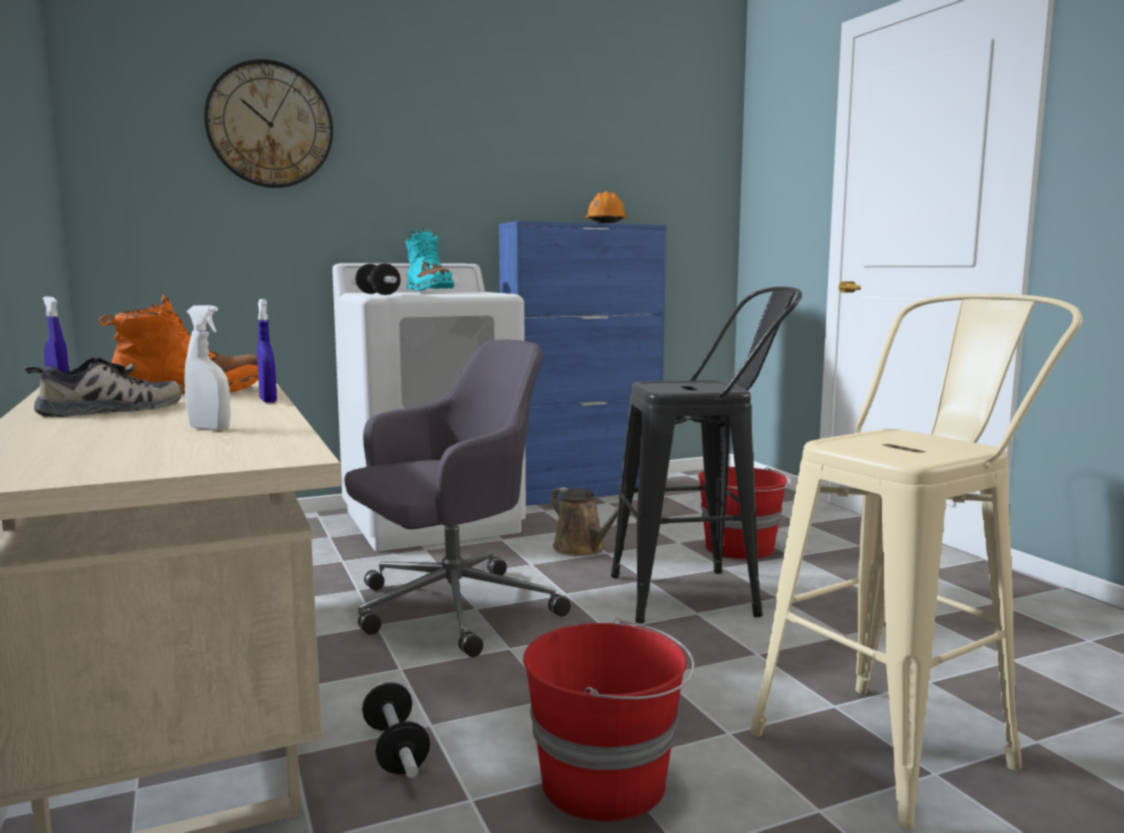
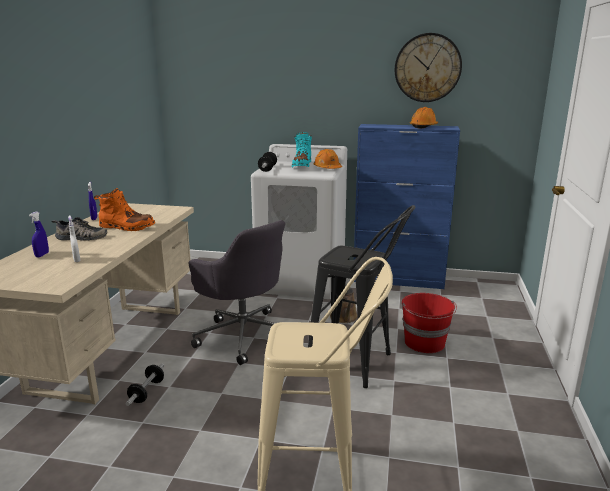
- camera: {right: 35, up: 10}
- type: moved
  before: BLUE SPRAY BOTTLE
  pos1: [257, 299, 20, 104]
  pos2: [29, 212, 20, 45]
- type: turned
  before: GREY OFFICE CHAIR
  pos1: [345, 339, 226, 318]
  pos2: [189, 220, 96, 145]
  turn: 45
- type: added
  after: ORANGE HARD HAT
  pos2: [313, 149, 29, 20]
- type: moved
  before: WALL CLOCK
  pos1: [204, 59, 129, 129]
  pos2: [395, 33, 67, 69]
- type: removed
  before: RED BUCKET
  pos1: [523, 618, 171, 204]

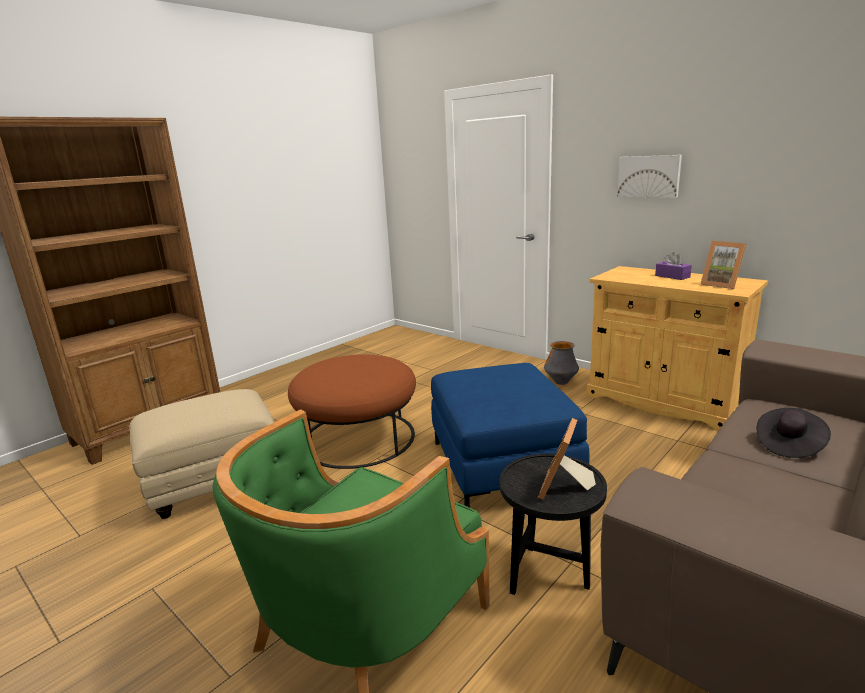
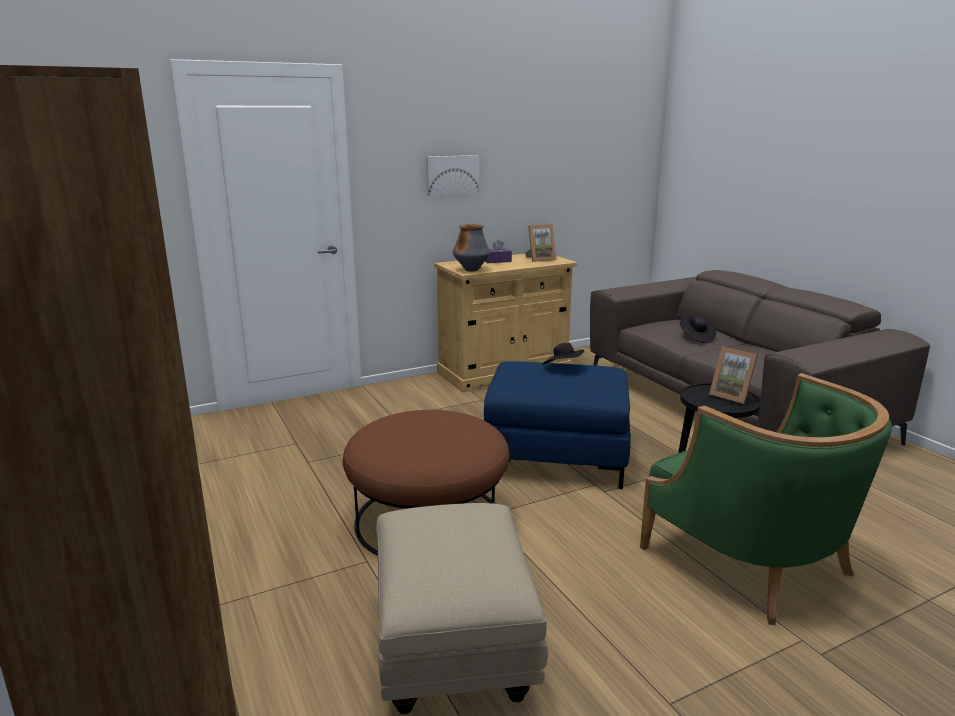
- camera: {right: -70, up: 0}
- type: moved
  before: VASE
  pos1: [544, 341, 35, 44]
  pos2: [453, 224, 37, 48]
- type: added
  after: BLACK HAT
  pos2: [542, 343, 42, 22]

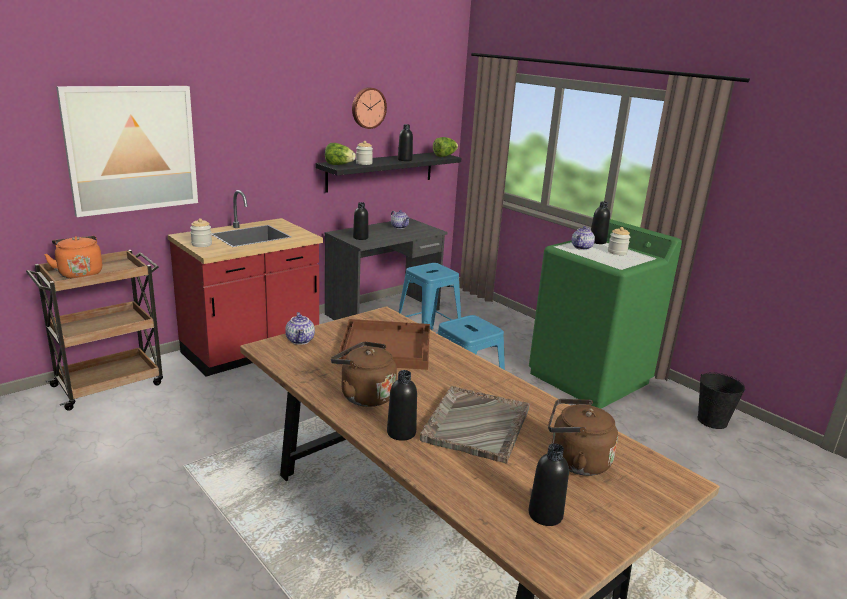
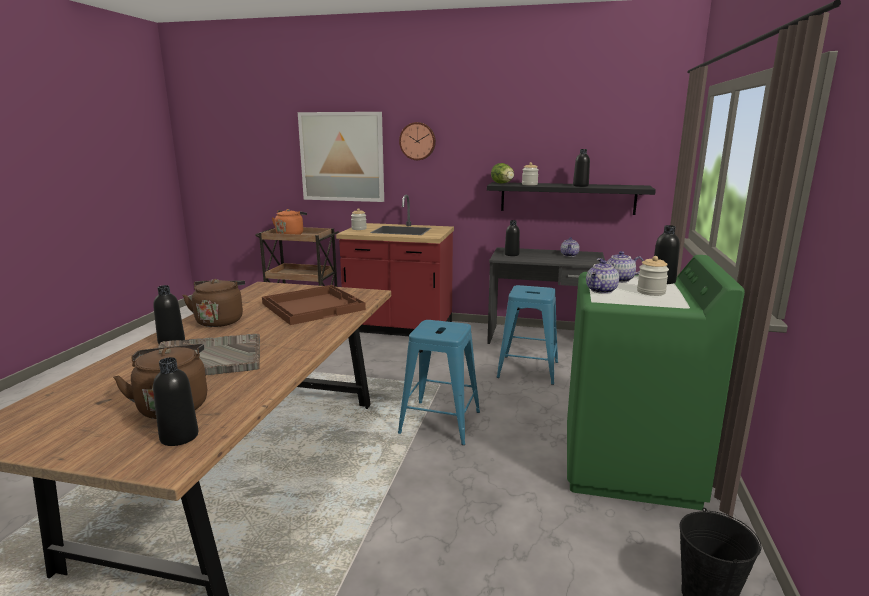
- camera: {right: 55, up: -5}
- type: moved
  before: BLACK BOTTLE
  pos1: [528, 443, 41, 83]
  pos2: [153, 357, 45, 89]
- type: moved
  before: WALL CLOCK
  pos1: [352, 87, 35, 42]
  pos2: [399, 122, 37, 38]
- type: moved
  before: TEAPOT
  pos1: [285, 312, 30, 33]
  pos2: [586, 260, 33, 34]
- type: removed
  before: LETTUCE
  pos1: [433, 137, 25, 20]

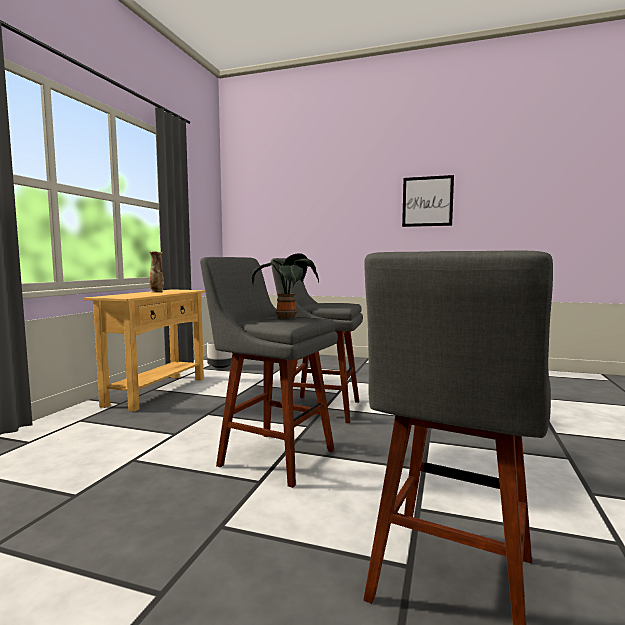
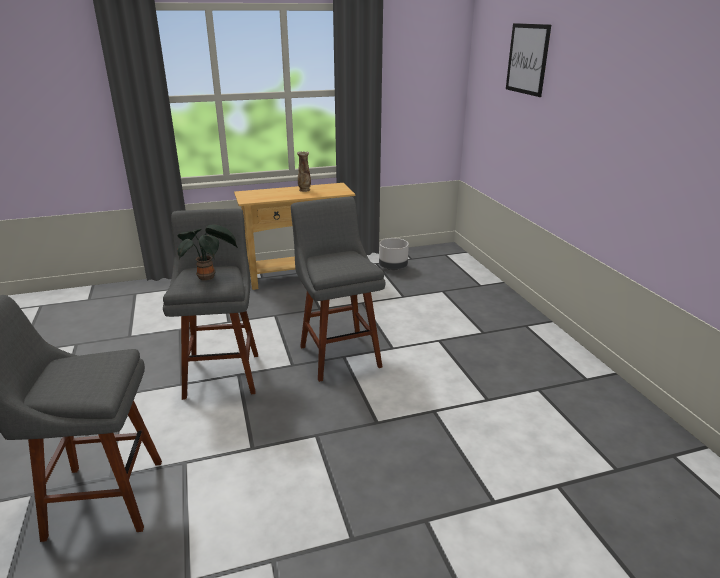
- camera: {right: 55, up: 20}
- type: moved
  before: PICTURE
  pos1: [402, 175, 52, 52]
  pos2: [506, 23, 45, 74]

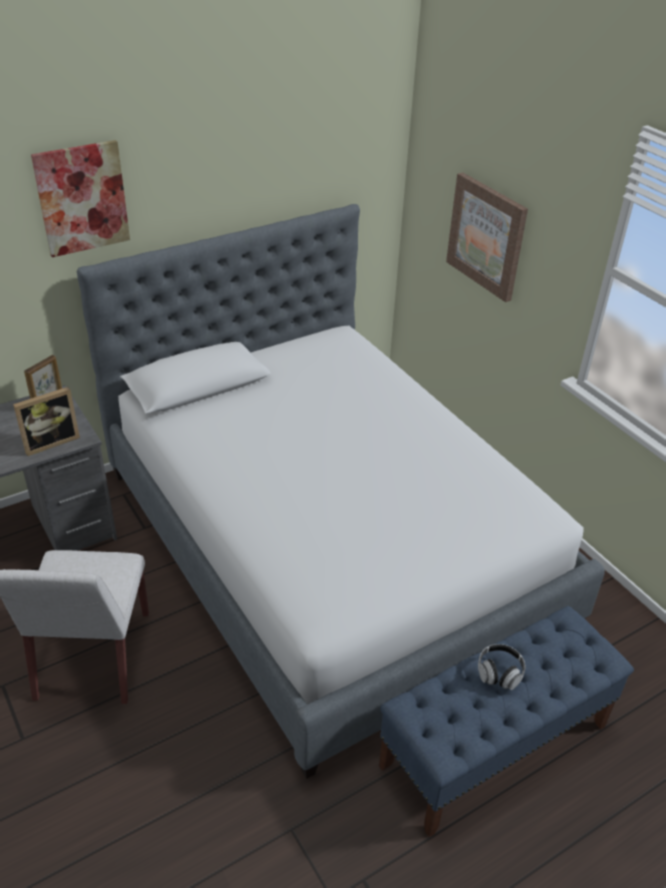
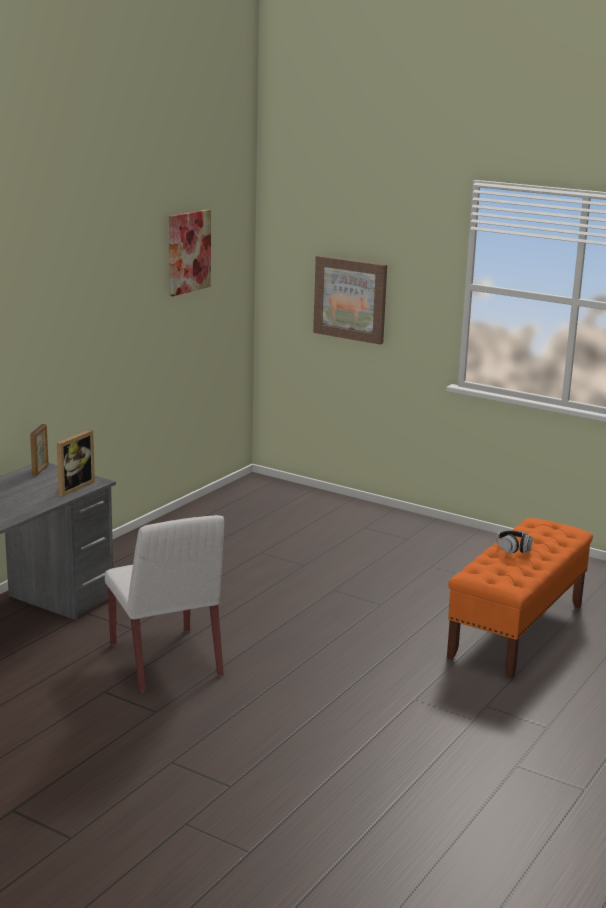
- camera: {right: -25, up: -20}
- type: moved
  before: PICTURE
  pos1: [31, 140, 99, 117]
  pos2: [169, 209, 42, 87]
- type: recoloured
  before: BLUE BENCH
  after: ORANGE BENCH
  pos1: [379, 606, 255, 231]
  pos2: [447, 518, 146, 161]
- type: removed
  before: BED
  pos1: [77, 204, 528, 575]

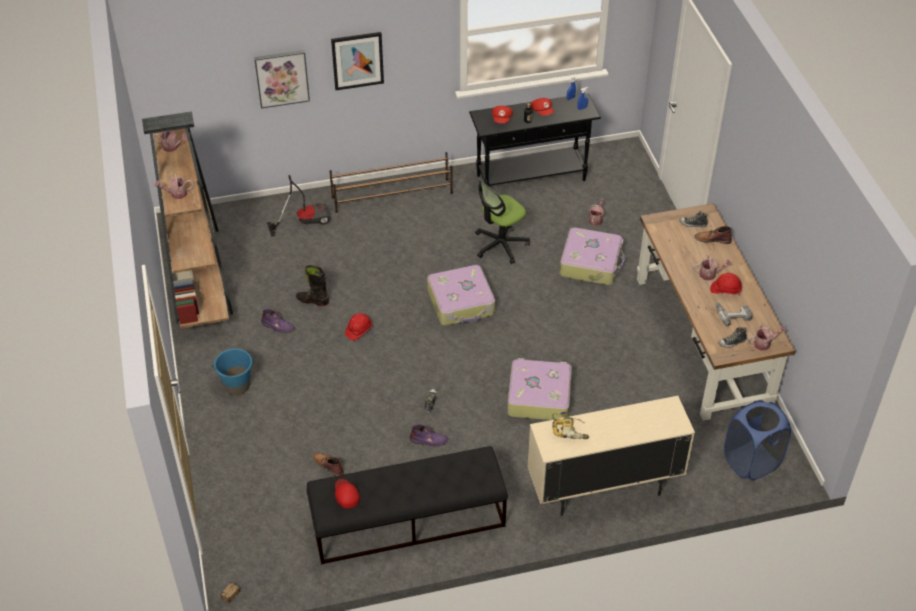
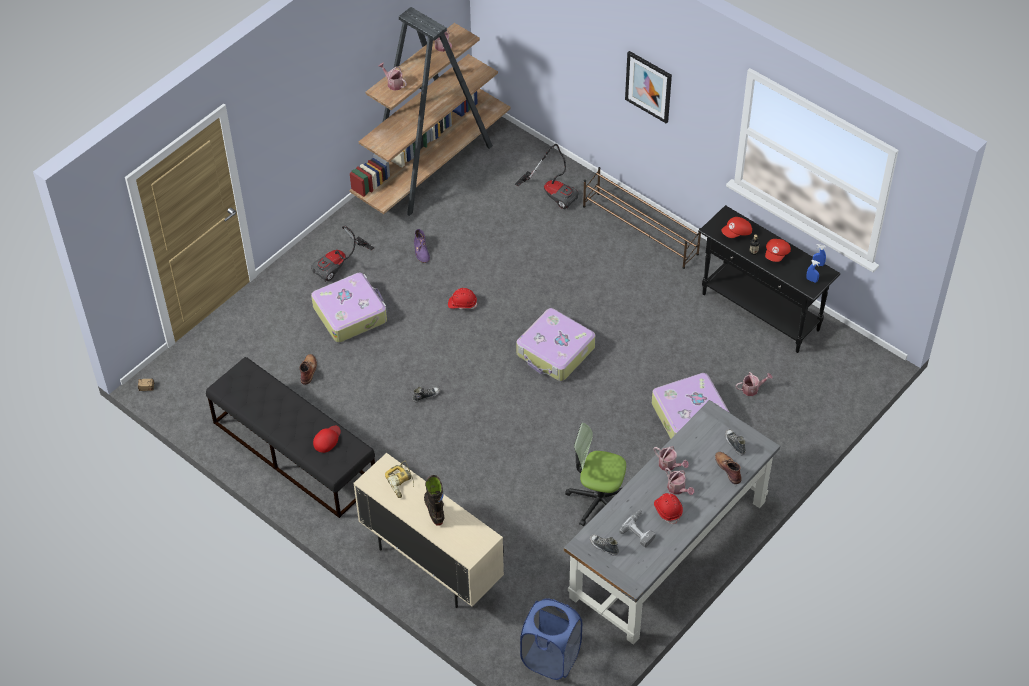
- camera: {right: 55, up: 5}
- type: replaced
  before: BLUE BUCKET
  after: VACUUM CLEANER
  pos1: [212, 349, 43, 46]
  pos2: [311, 226, 63, 56]
- type: moved
  before: SUITCASE
  pos1: [507, 358, 65, 62]
  pos2: [311, 273, 76, 70]
- type: moved
  before: RED CAP
  pos1: [335, 479, 25, 29]
  pos2: [313, 426, 28, 27]
- type: moved
  before: BLACK BOOT
  pos1: [296, 265, 33, 41]
  pos2: [424, 475, 20, 51]
- type: recoloured
  before: BROWN DESK
  after: GREY DESK
  pos1: [637, 203, 158, 218]
  pos2: [564, 400, 216, 245]
- type: moved
  before: OFFICE CHAIR
  pos1: [475, 179, 55, 85]
  pos2: [565, 423, 61, 103]
- type: moved
  before: WATERING CAN
  pos1: [748, 325, 38, 26]
  pos2: [653, 446, 36, 25]
- type: removed
  before: PICTURE
  pos1: [254, 50, 56, 59]
- type: removed
  before: PURPLE BOOT
  pos1: [410, 424, 38, 22]

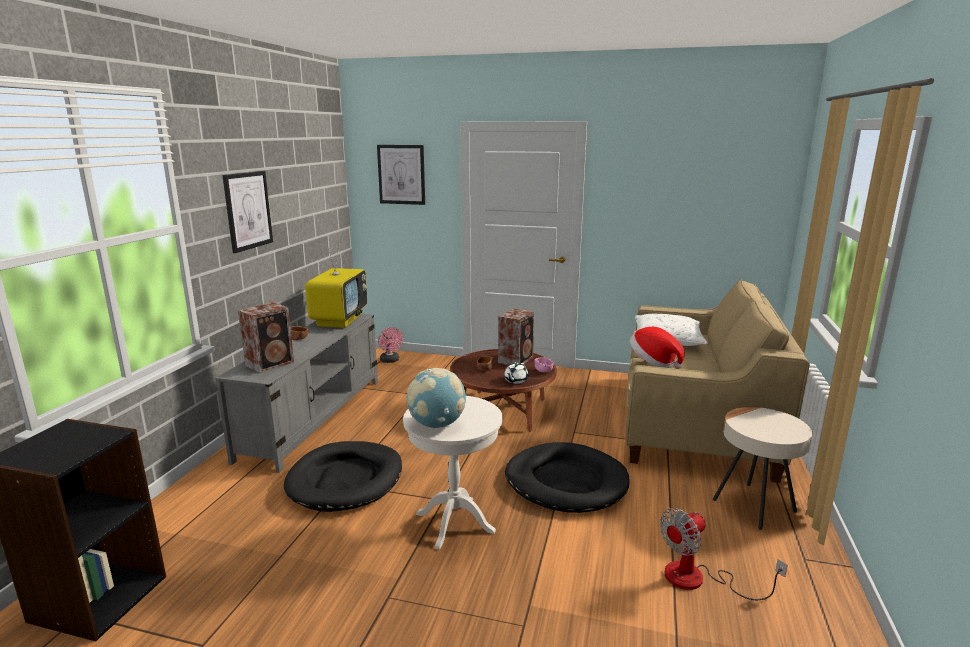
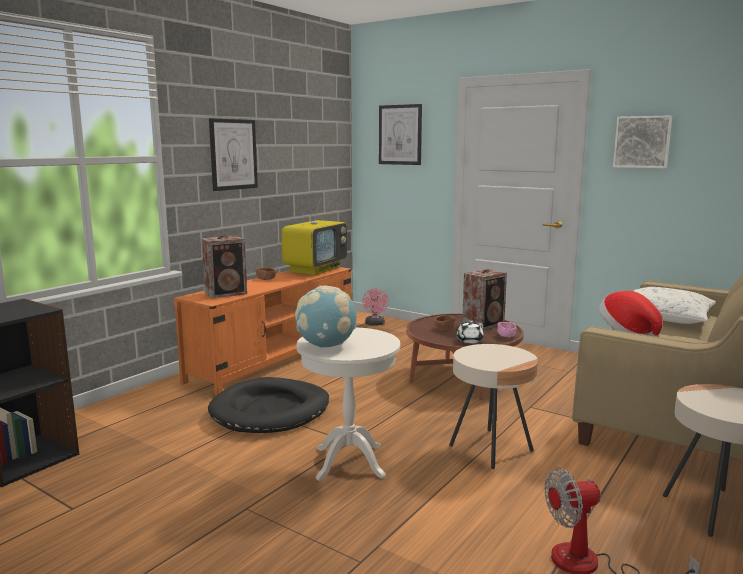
- camera: {right: 20, up: -5}
- type: recoloured
  before: GREY TV STAND
  after: ORANGE TV STAND
  pos1: [215, 314, 163, 159]
  pos2: [174, 267, 177, 129]
- type: replaced
  before: BLACK DOG BED
  after: BEIGE SIDE TABLE
  pos1: [505, 442, 125, 71]
  pos2: [449, 344, 89, 125]
- type: added
  after: PICTURE
  pos2: [613, 116, 59, 52]

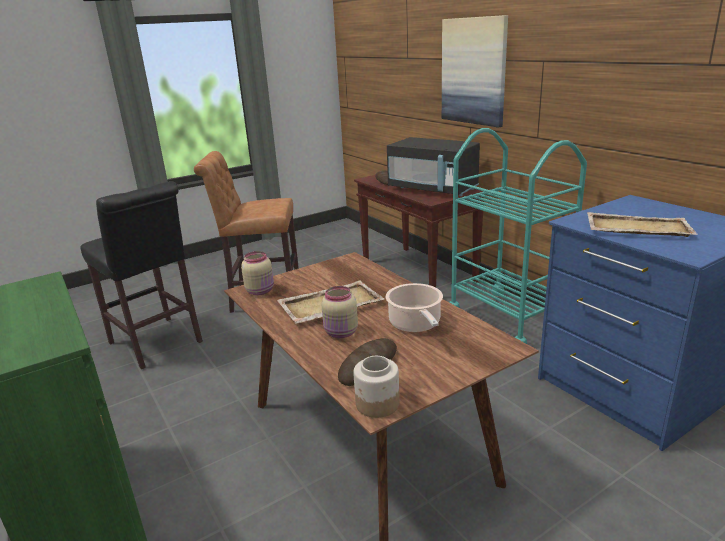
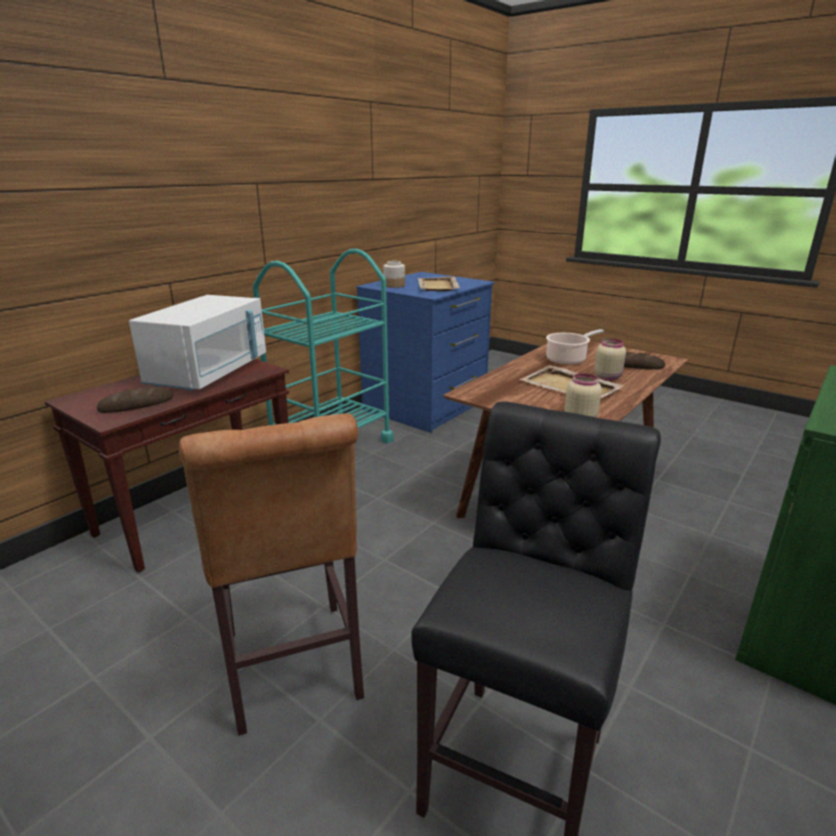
- camera: {right: -110, up: 0}
- type: recoloured
  before: BLACK MICROWAVE
  after: WHITE MICROWAVE
  pos1: [387, 137, 93, 59]
  pos2: [129, 295, 137, 96]
- type: moved
  before: JAR
  pos1: [353, 356, 47, 62]
  pos2: [383, 261, 22, 27]
- type: removed
  before: PICTURE
  pos1: [442, 15, 66, 112]

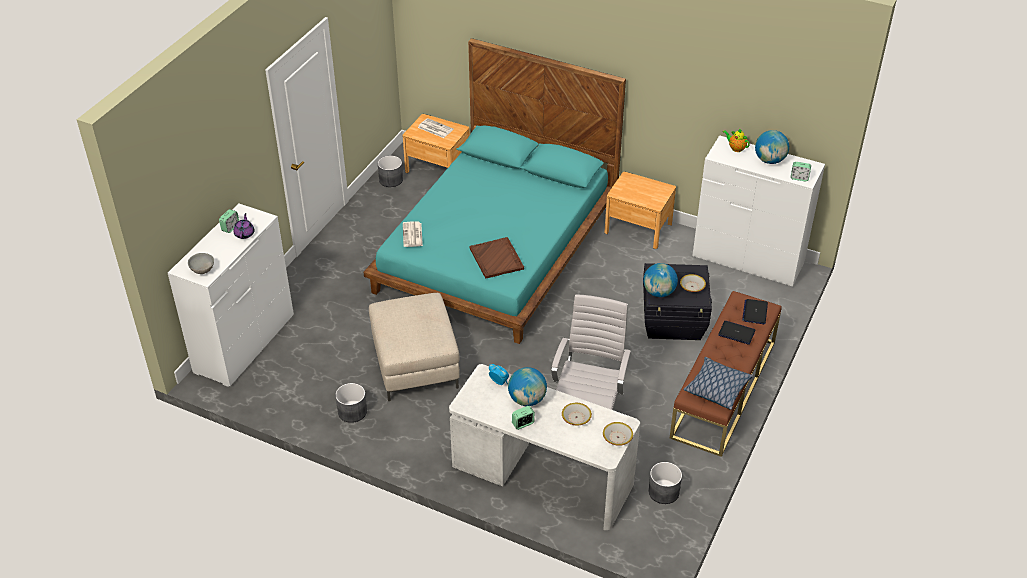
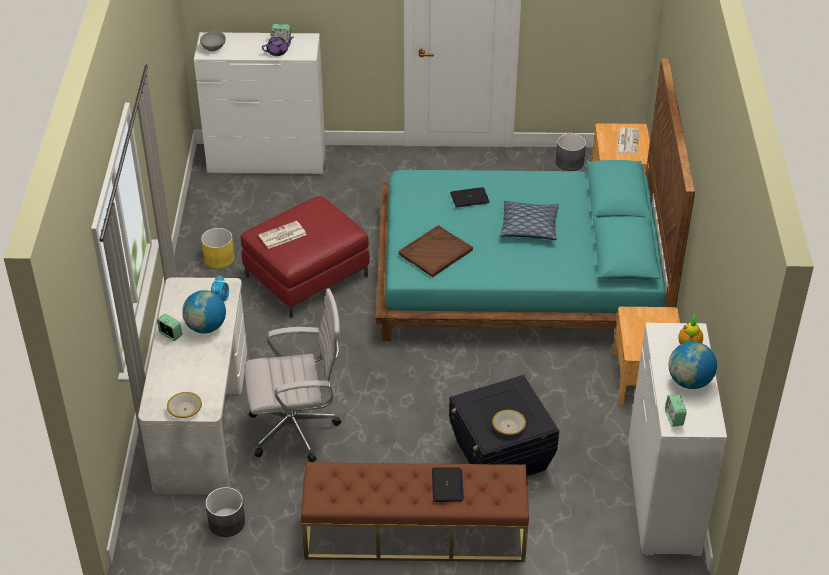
- camera: {right: 65, up: 0}
- type: recoloured
  before: GREY PLANTER
  after: YELLOW PLANTER
  pos1: [335, 383, 32, 40]
  pos2: [201, 228, 34, 41]
- type: recoloured
  before: BEIGE OTTOMAN
  after: RED OTTOMAN
  pos1: [369, 293, 91, 108]
  pos2: [241, 196, 129, 122]
- type: moved
  before: NEWSPAPER
  pos1: [403, 221, 20, 26]
  pos2: [259, 221, 48, 28]
- type: moved
  before: LAPTOP
  pos1: [742, 299, 26, 25]
  pos2: [450, 187, 39, 21]
- type: moved
  before: PILLOW
  pos1: [684, 357, 69, 53]
  pos2: [500, 201, 59, 39]
- type: removed
  before: BOWL
  pos1: [562, 403, 30, 23]
- type: removed
  before: GLOBE
  pos1: [643, 263, 35, 34]

